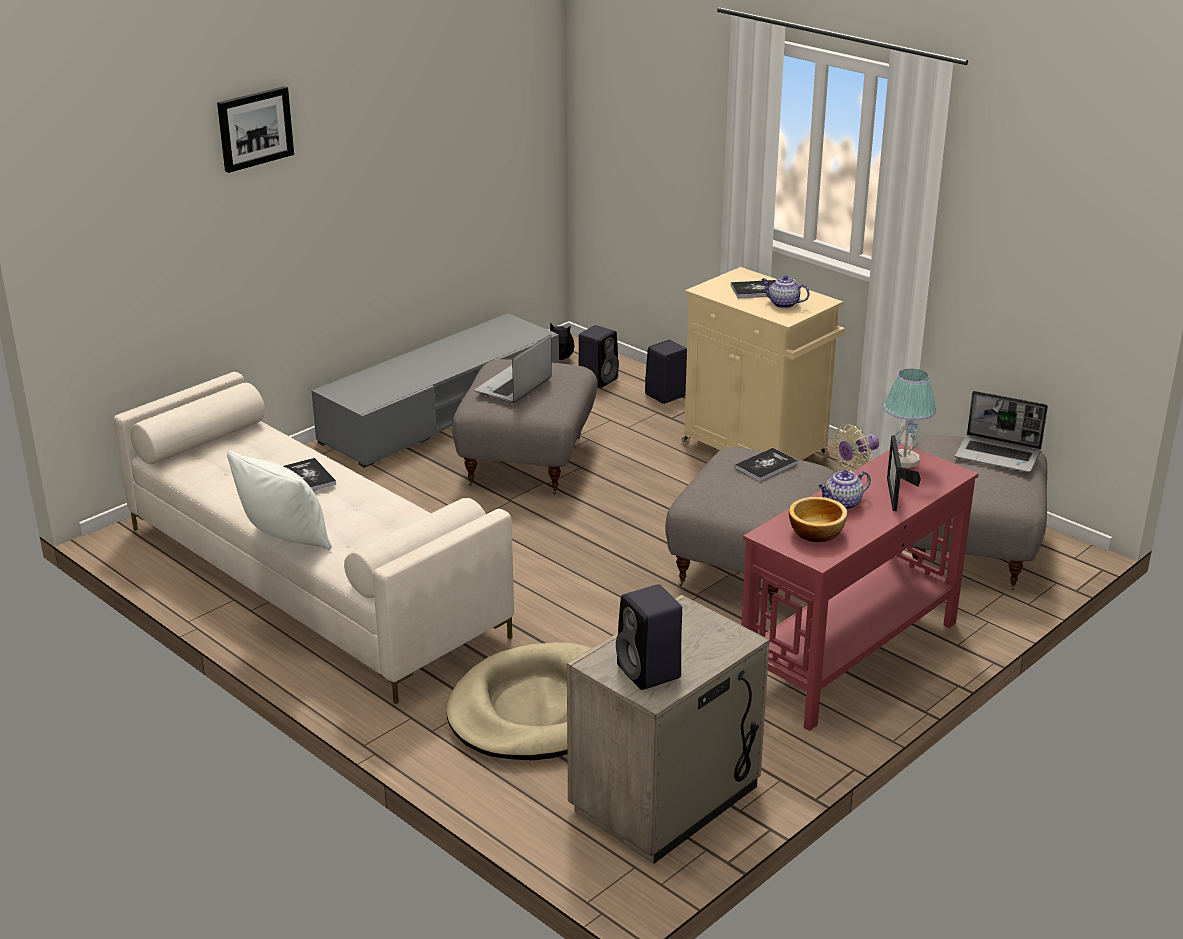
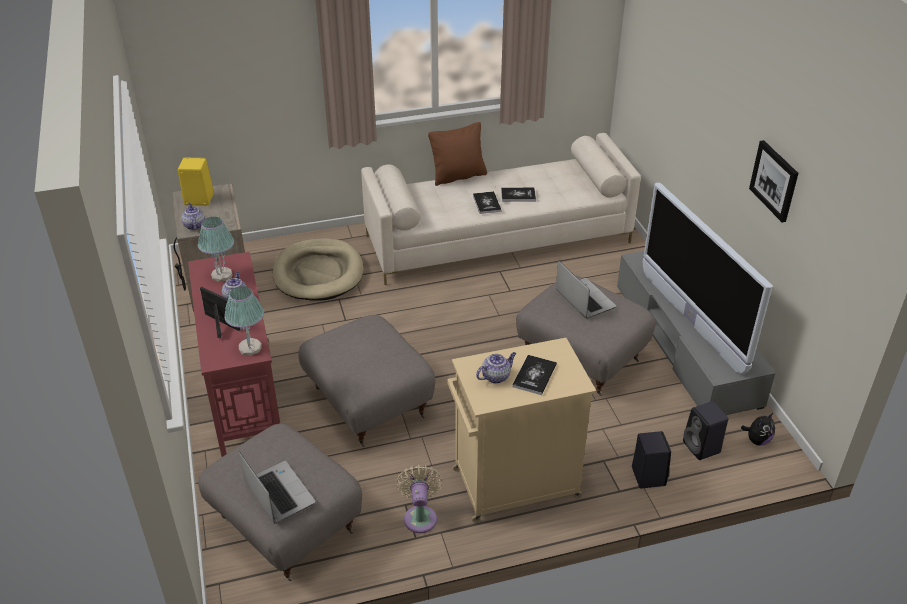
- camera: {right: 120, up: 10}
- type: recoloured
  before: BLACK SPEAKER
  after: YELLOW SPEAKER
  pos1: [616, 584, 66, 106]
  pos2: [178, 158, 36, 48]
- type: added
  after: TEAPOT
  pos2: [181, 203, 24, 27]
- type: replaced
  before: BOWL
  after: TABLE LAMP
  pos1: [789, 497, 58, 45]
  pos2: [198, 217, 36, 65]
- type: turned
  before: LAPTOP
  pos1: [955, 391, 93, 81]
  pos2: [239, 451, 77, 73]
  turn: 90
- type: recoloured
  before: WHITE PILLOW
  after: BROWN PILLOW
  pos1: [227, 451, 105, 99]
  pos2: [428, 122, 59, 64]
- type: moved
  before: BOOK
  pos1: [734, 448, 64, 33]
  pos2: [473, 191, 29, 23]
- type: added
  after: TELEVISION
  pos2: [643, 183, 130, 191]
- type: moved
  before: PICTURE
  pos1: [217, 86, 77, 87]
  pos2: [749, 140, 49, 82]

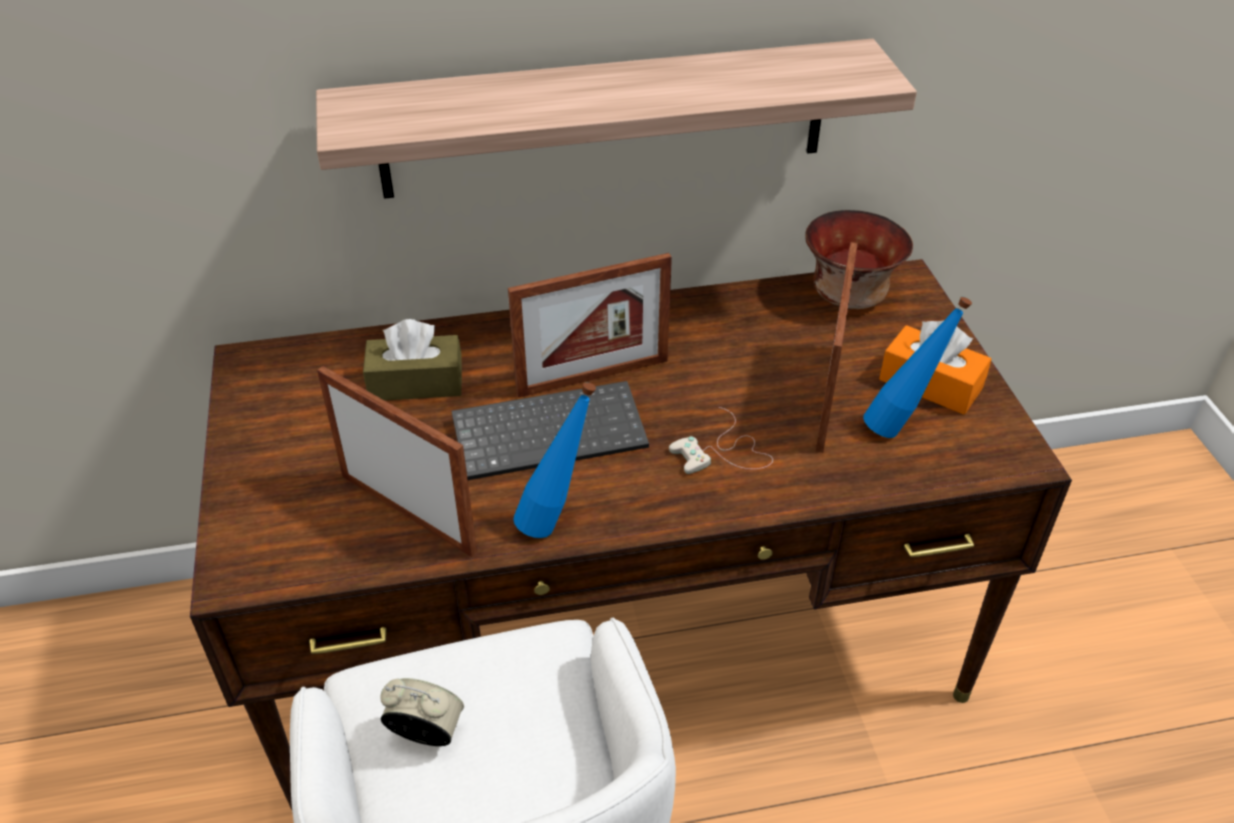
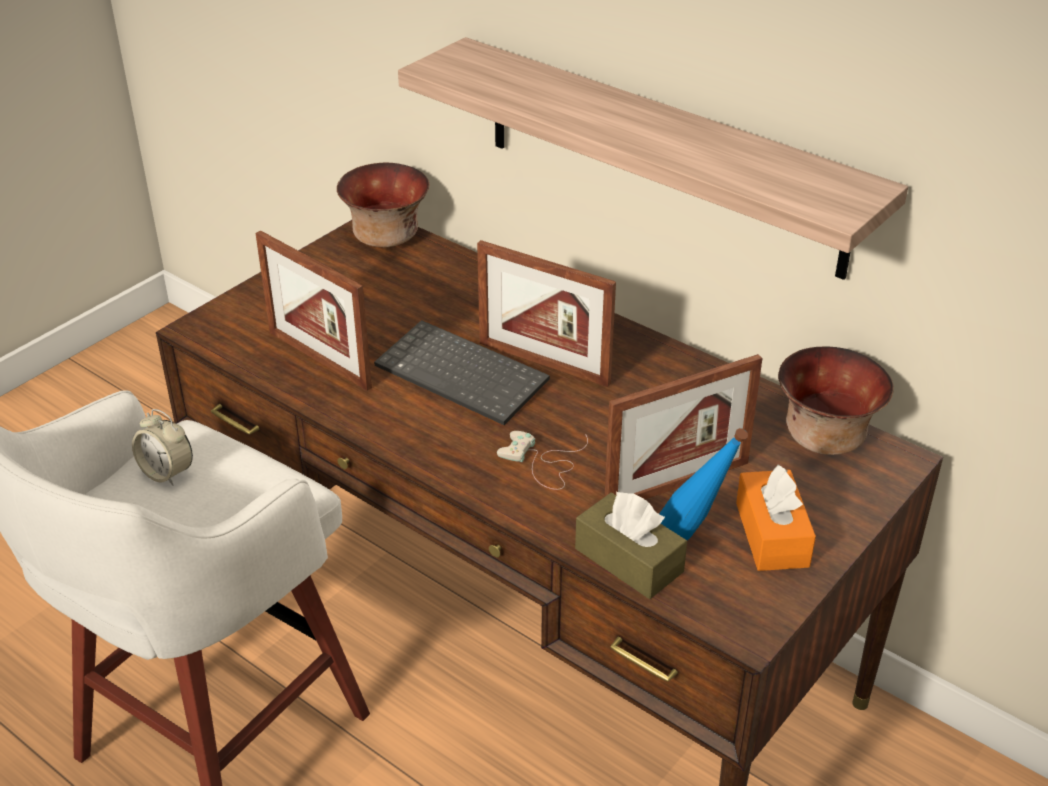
- camera: {right: 50, up: -5}
- type: turned
  before: ALARM CLOCK
  pos1: [380, 678, 84, 68]
  pos2: [132, 409, 61, 77]
  turn: 150
- type: turned
  before: PICTURE FRAME
  pos1: [317, 366, 160, 191]
  pos2: [255, 230, 117, 161]
  turn: 135
- type: added
  after: BOWL
  pos2: [337, 163, 93, 84]
- type: moved
  before: BROWN TISSUE BOX
  pos1: [363, 319, 99, 82]
  pos2: [575, 491, 112, 108]
- type: removed
  before: BLUE BOTTLE
  pos1: [513, 382, 83, 156]

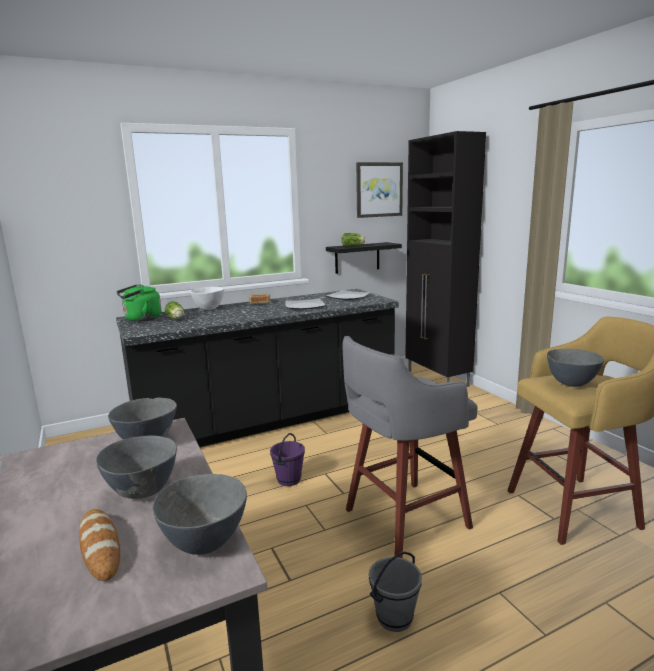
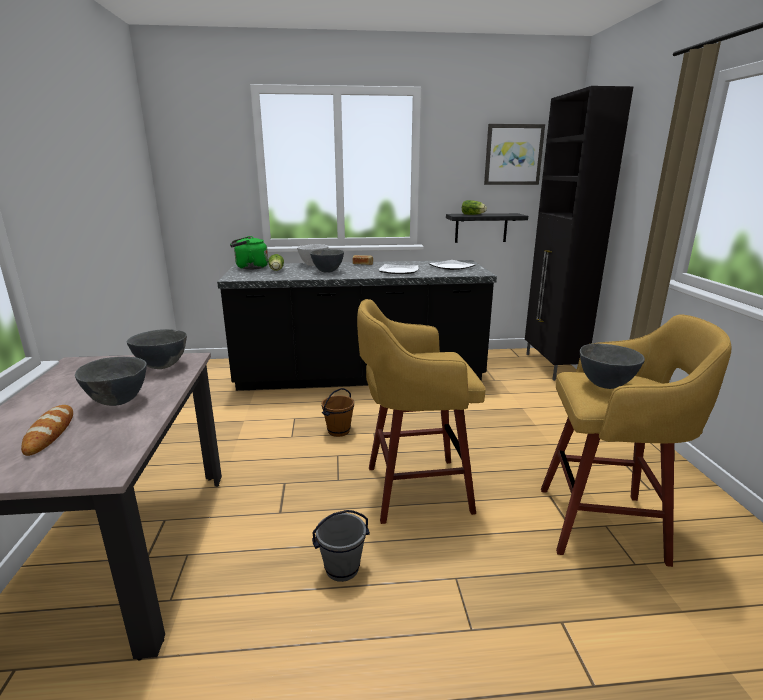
- camera: {right: 20, up: 5}
- type: moved
  before: GREY BOWL
  pos1: [152, 474, 95, 81]
  pos2: [310, 249, 34, 24]
- type: recoloured
  before: PURPLE BUCKET
  after: BROWN BUCKET
  pos1: [270, 433, 35, 53]
  pos2: [321, 388, 33, 49]
- type: recoloured
  before: GREY STOOL
  after: YELLOW STOOL
  pos1: [342, 336, 136, 222]
  pos2: [357, 299, 129, 225]

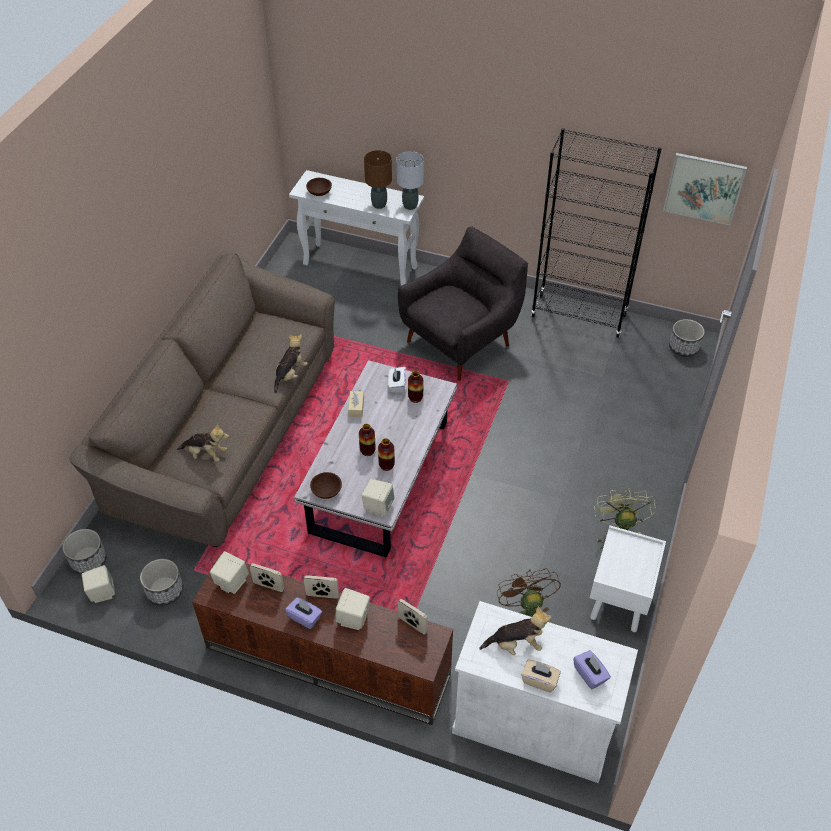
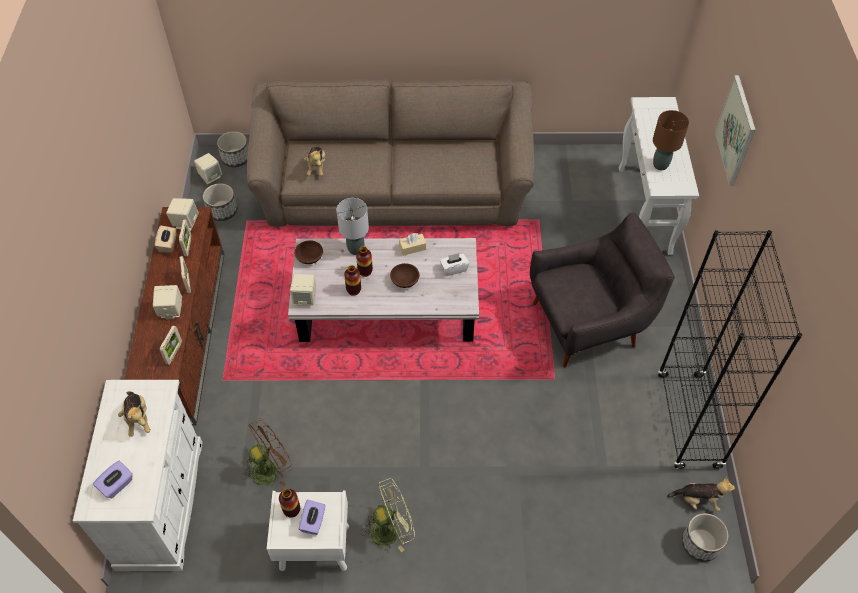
- camera: {right: 70, up: 5}
- type: moved
  before: BEIGE TISSUE BOX
  pos1: [521, 659, 40, 34]
  pos2: [155, 226, 22, 27]
- type: moved
  before: VASE
  pos1: [408, 371, 15, 32]
  pos2: [279, 489, 21, 29]
- type: moved
  before: PURPLE TISSUE BOX
  pos1: [285, 597, 37, 32]
  pos2: [299, 500, 27, 35]
- type: moved
  before: GREY TABLE LAMP
  pos1: [396, 151, 28, 59]
  pos2: [336, 198, 33, 57]
- type: moved
  before: BROWN BOWL
  pos1: [306, 178, 26, 18]
  pos2: [390, 263, 30, 25]
- type: turned
  before: GREY ARMCHAIR
  pos1: [398, 226, 130, 155]
  pos2: [530, 213, 145, 154]
  turn: -45
- type: moved
  before: PLUSH TOY
  pos1: [274, 334, 34, 59]
  pos2: [667, 477, 68, 34]
- type: moved
  before: PICTURE
  pos1: [663, 153, 84, 72]
  pos2: [715, 75, 41, 111]

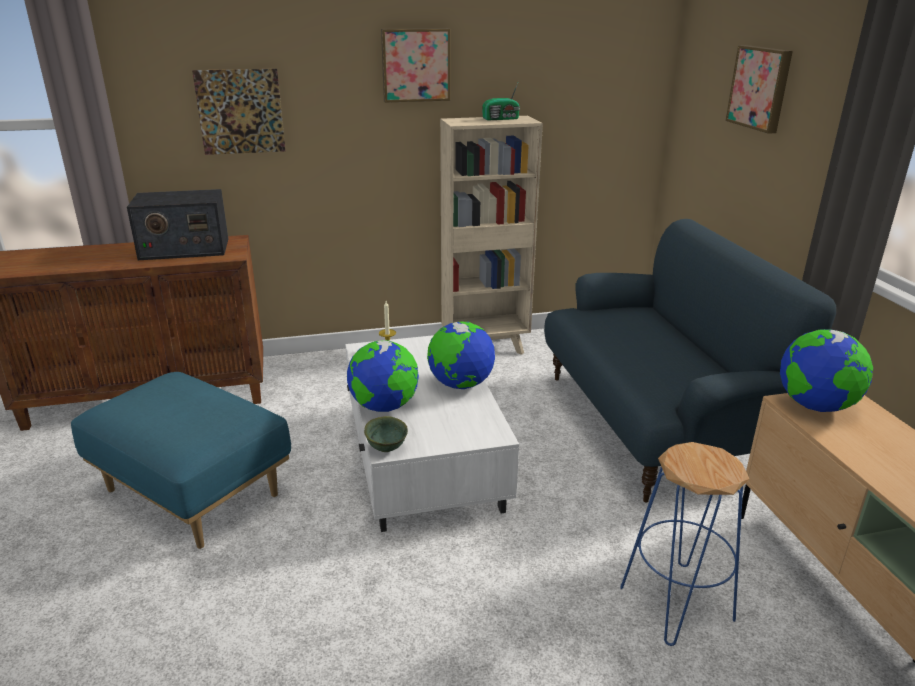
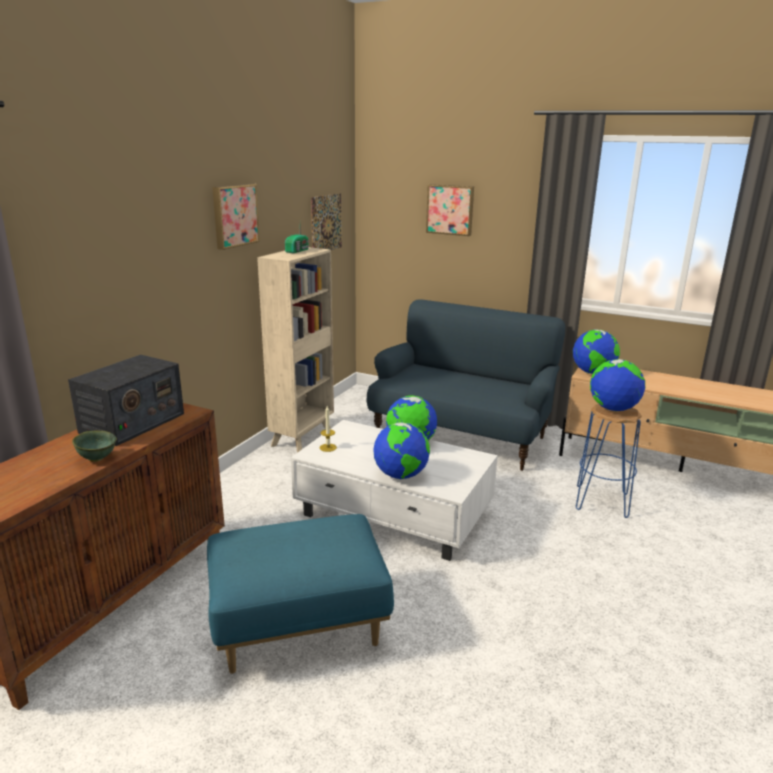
- camera: {right: -50, up: -5}
- type: moved
  before: GREEN BOWL
  pos1: [364, 416, 44, 36]
  pos2: [72, 431, 45, 31]
- type: moved
  before: PICTURE
  pos1: [192, 69, 93, 86]
  pos2: [311, 193, 31, 57]
- type: added
  after: GLOBE
  pos2: [590, 359, 55, 52]

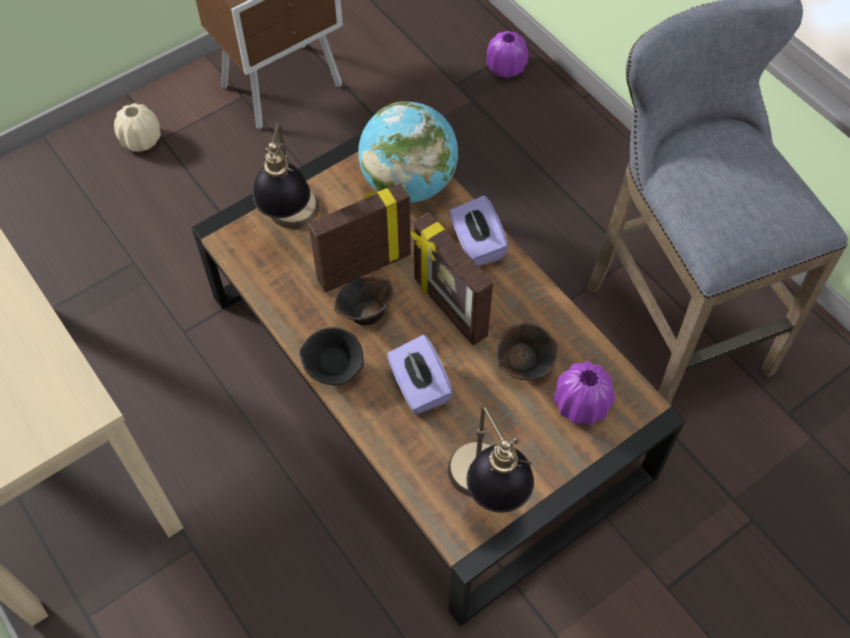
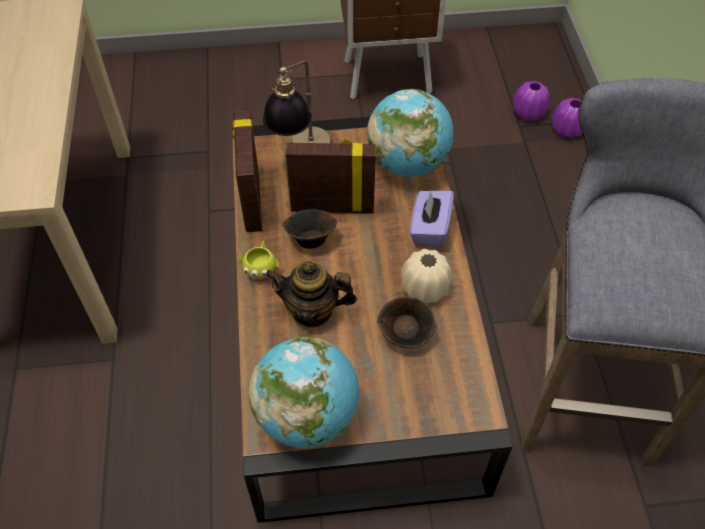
- camera: {right: 30, up: -5}
- type: moved
  before: PICTURE FRAME
  pos1: [411, 212, 82, 134]
  pos2: [232, 111, 30, 121]
- type: replaced
  before: BLACK BOWL
  after: YELLOW MUG
  pos1: [299, 327, 65, 58]
  pos2: [239, 241, 40, 40]
- type: replaced
  before: TABLE LAMP
  after: GLOBE
  pos1: [448, 405, 86, 107]
  pos2: [249, 337, 110, 111]
- type: replaced
  before: PURPLE TISSUE BOX
  after: TEAPOT
  pos1: [387, 335, 66, 79]
  pos2: [265, 260, 92, 68]
- type: moved
  before: BEIGE VASE
  pos1: [114, 103, 47, 49]
  pos2: [401, 249, 51, 54]
- type: moved
  before: PURPLE VASE
  pos1: [554, 361, 61, 65]
  pos2: [513, 81, 37, 40]

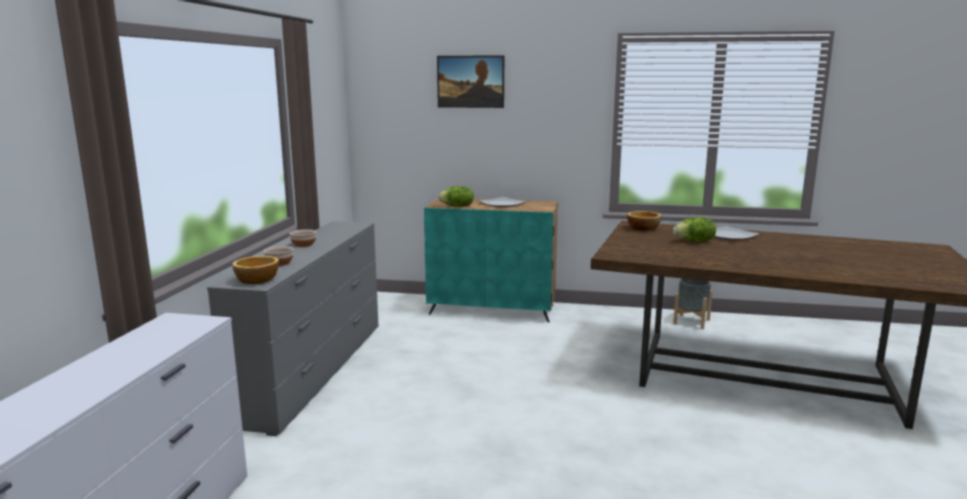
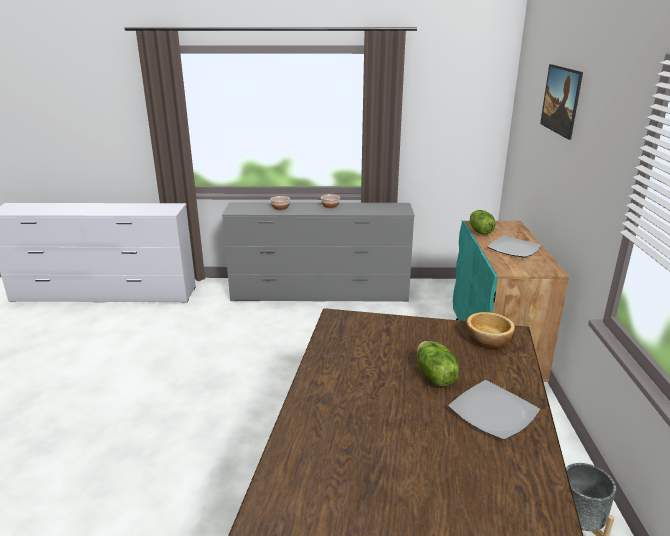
- camera: {right: 80, up: 10}
- type: removed
  before: BOWL
  pos1: [232, 256, 47, 28]

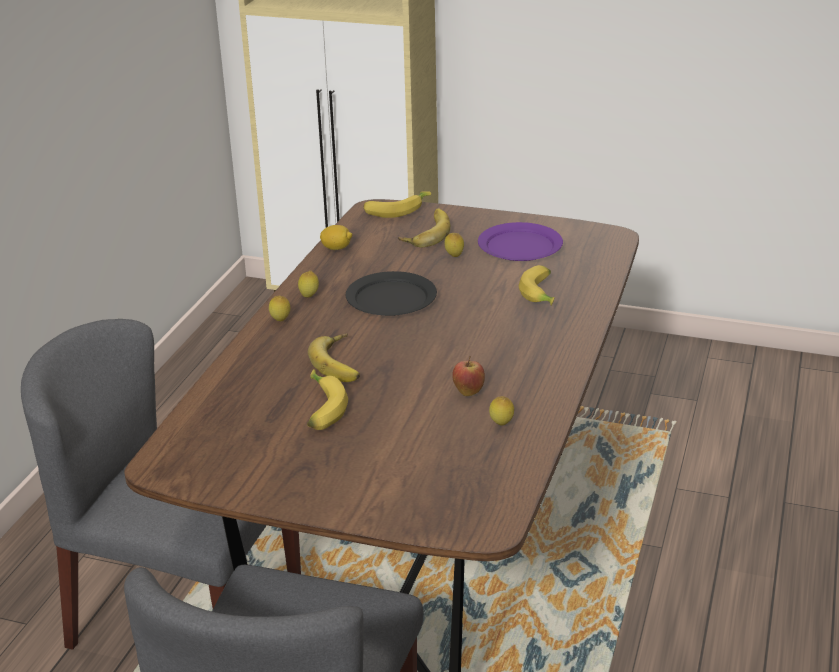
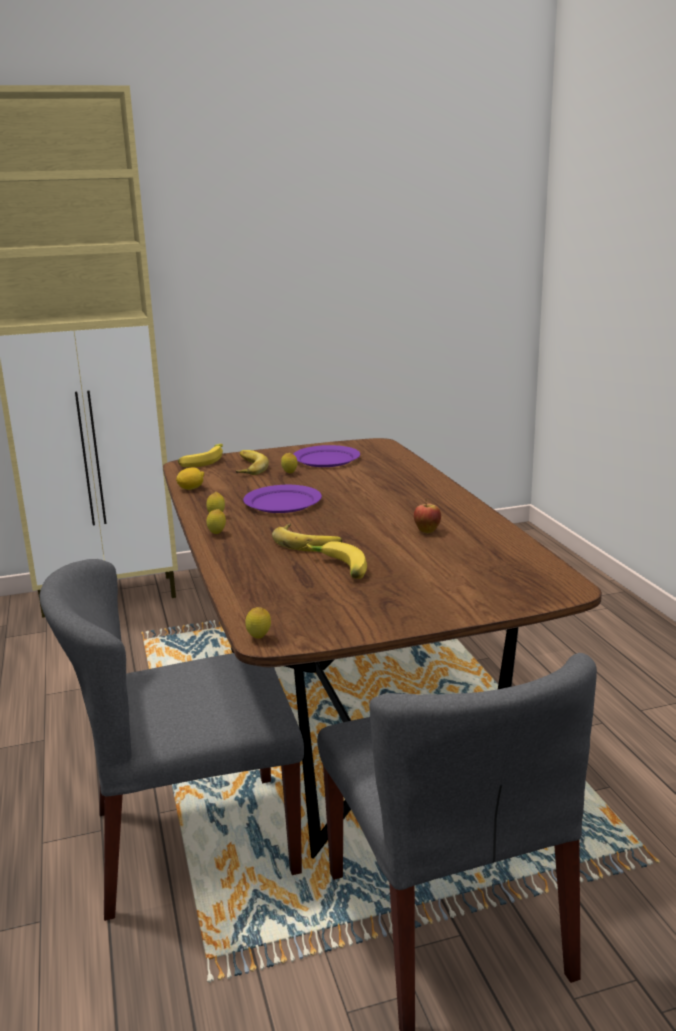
- camera: {right: -35, up: -10}
- type: recoloured
  before: BLACK PLATE
  after: PURPLE PLATE
  pos1: [346, 271, 91, 45]
  pos2: [243, 485, 79, 28]
- type: moved
  before: LEMON
  pos1: [489, 396, 25, 30]
  pos2: [245, 607, 26, 32]
- type: removed
  before: BANANA
  pos1: [519, 265, 36, 40]

